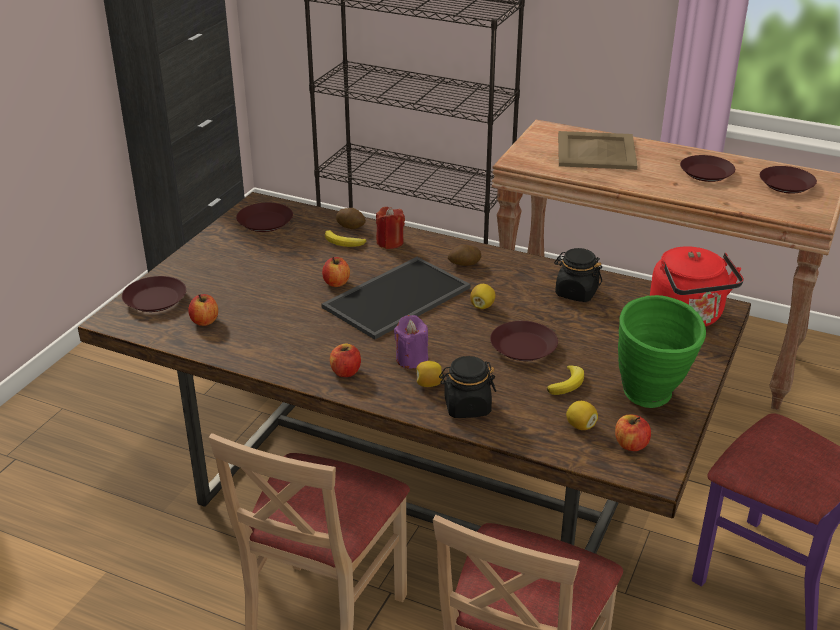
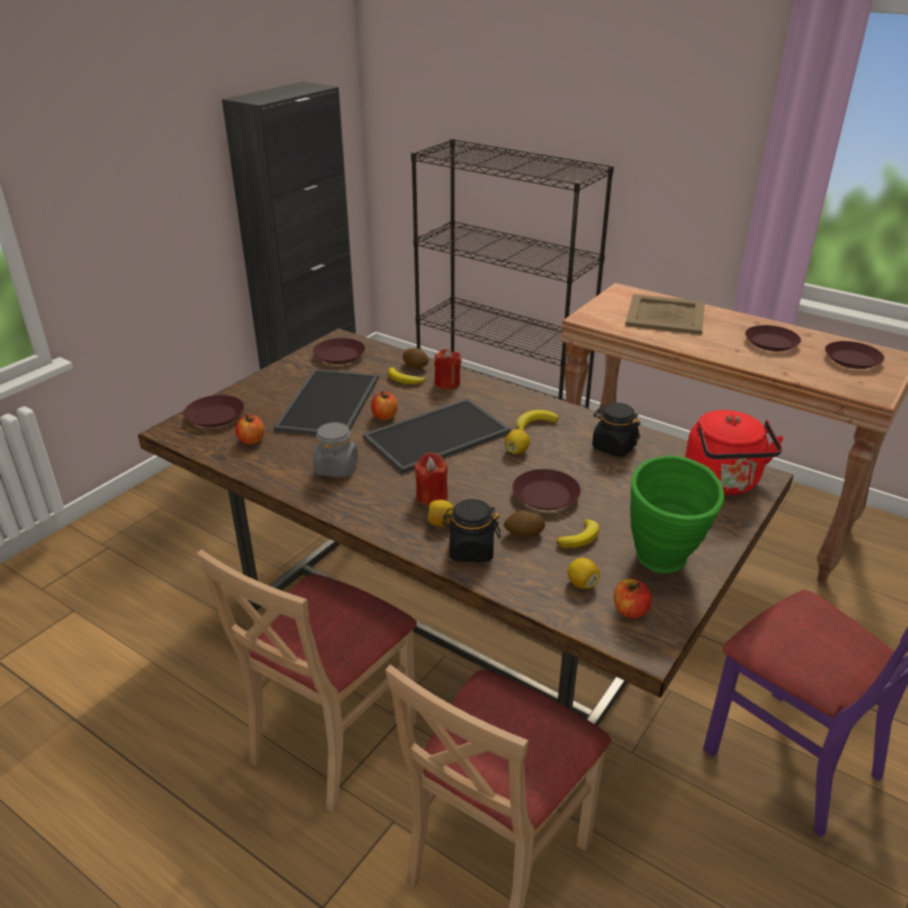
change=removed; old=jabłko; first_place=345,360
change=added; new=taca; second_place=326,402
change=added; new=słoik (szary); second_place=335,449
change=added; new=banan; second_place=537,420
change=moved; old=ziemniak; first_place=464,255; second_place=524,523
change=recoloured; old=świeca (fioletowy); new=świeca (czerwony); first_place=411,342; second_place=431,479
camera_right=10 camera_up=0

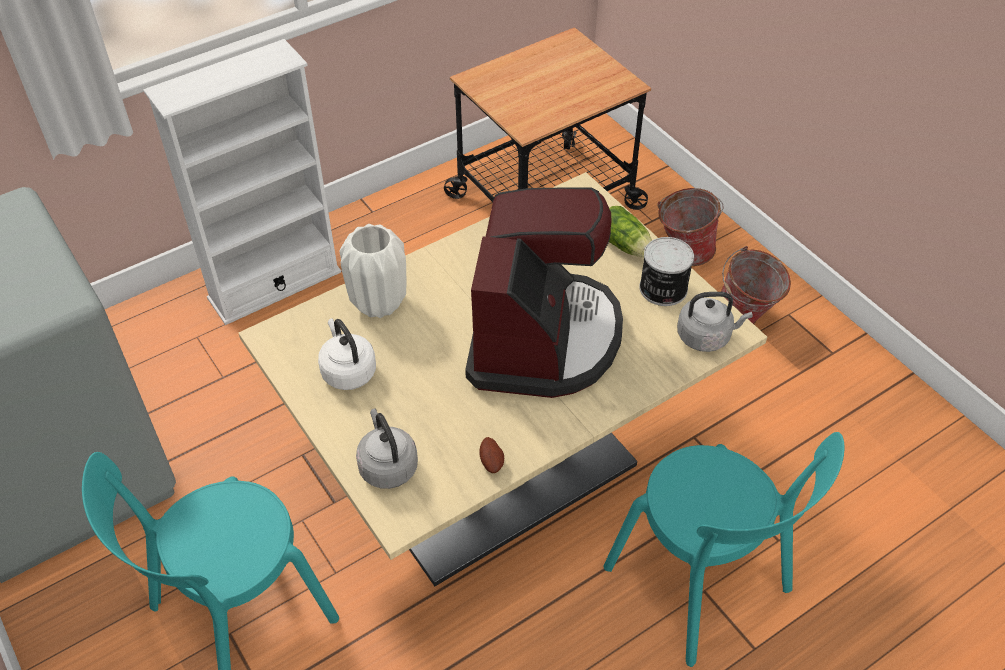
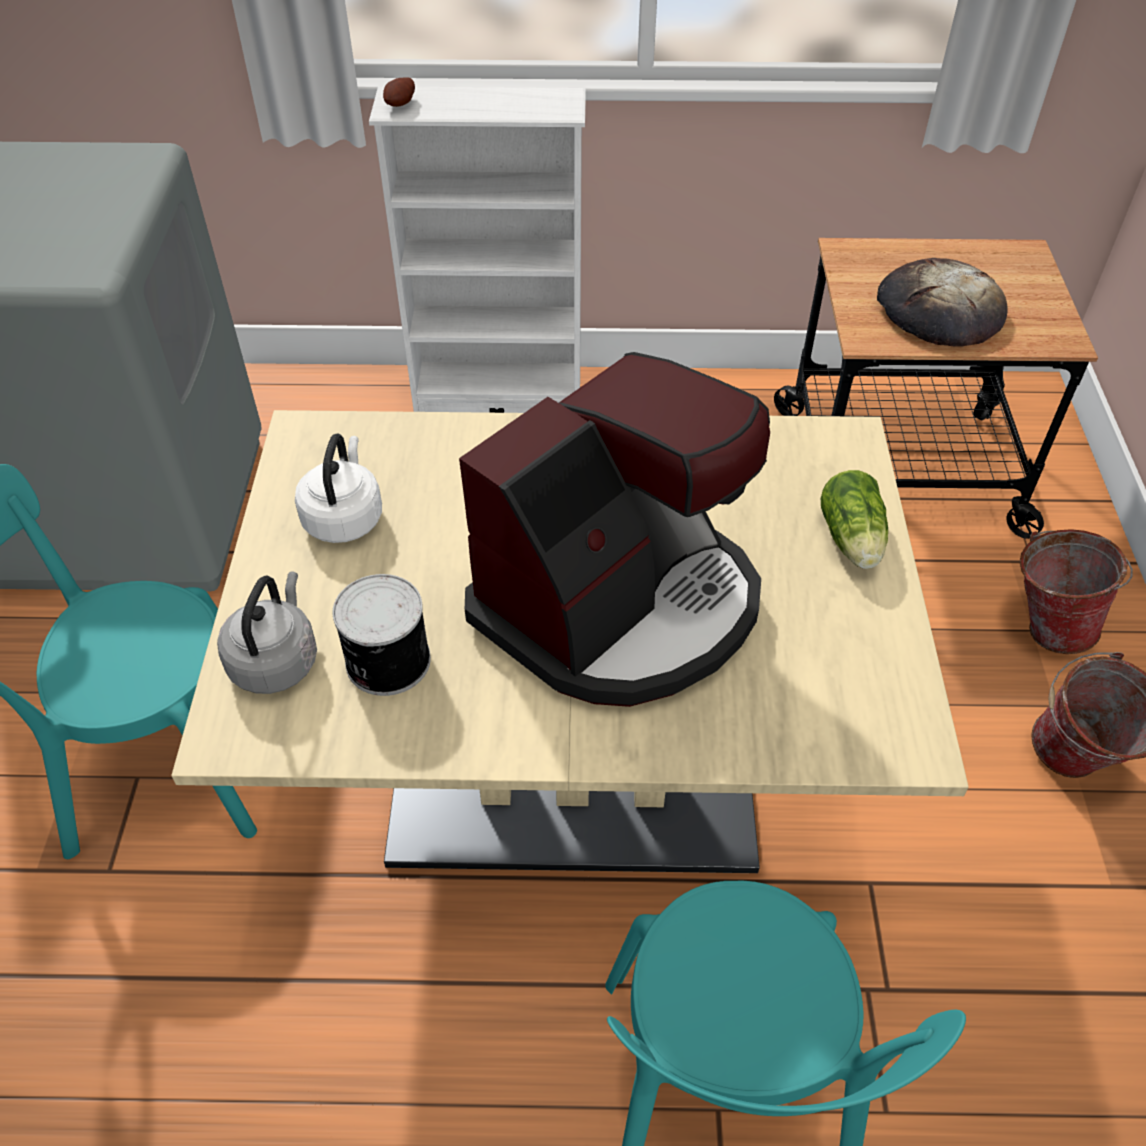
change=removed; old=wazon (biały); first_place=372,271
change=removed; old=czajnik (szary); first_place=715,322
change=added; new=chleb; second_place=942,302
change=moved; old=ziemniak; first_place=491,455; second_place=399,92
change=moved; old=puszka; first_place=666,271; second_place=381,635
camera_right=35 camera_up=0

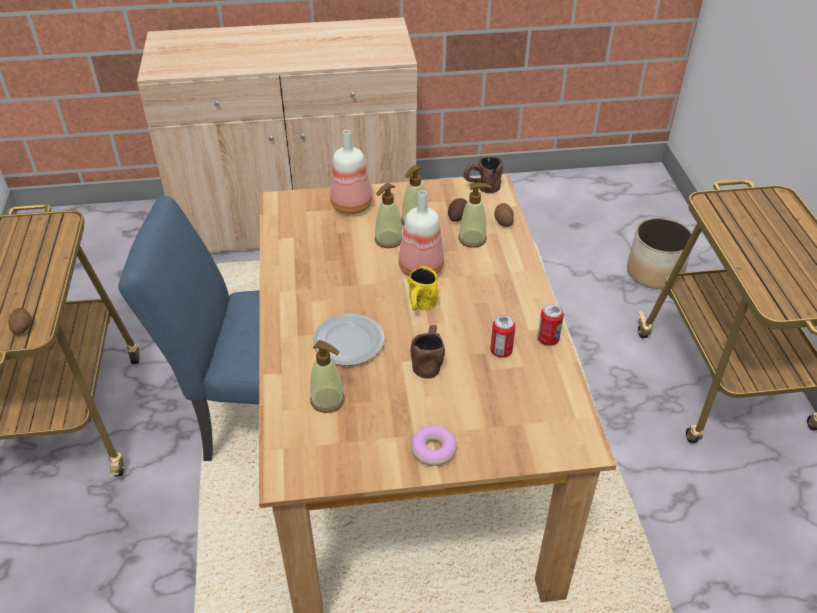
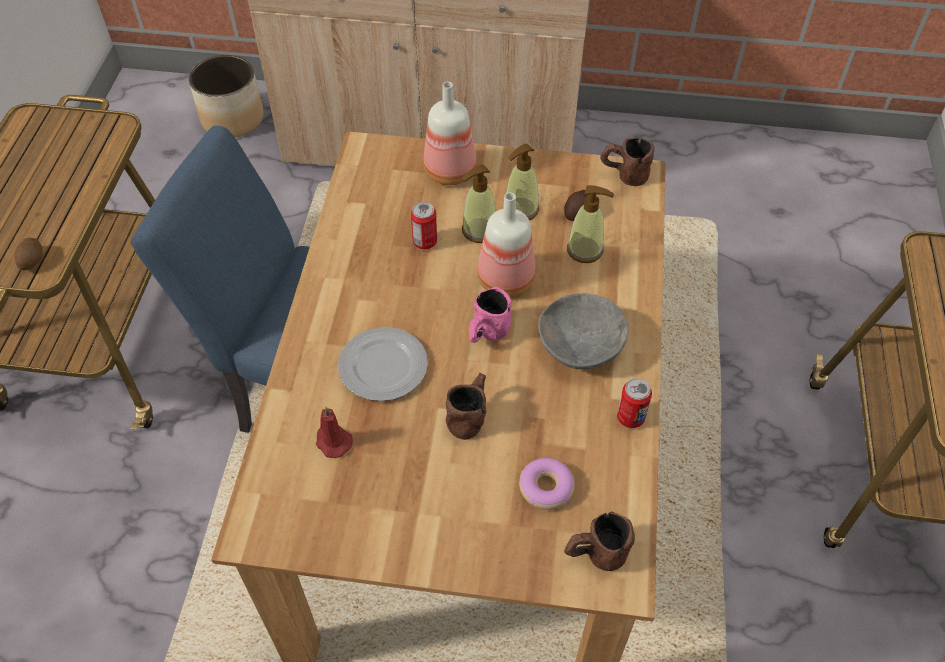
change=removed; old=ziemniak; first_place=504,215
change=added; new=miska (szary); second_place=583,331
change=added; new=kubek (brązowy); second_place=599,541
change=moved; old=donut; first_place=434,445; second_place=547,484
change=moved; old=puszka; first_place=502,336; second_place=424,225
change=moved; old=donica; first_place=659,253; second_place=226,96
change=replaced; old=dozownik mydła; new=świeca (czerwony); first_place=327,376; second_place=334,432
change=recoloured; old=kubek (żółty); new=kubek (różowy); first_place=423,288; second_place=490,315
camera_right=15 camera_up=10

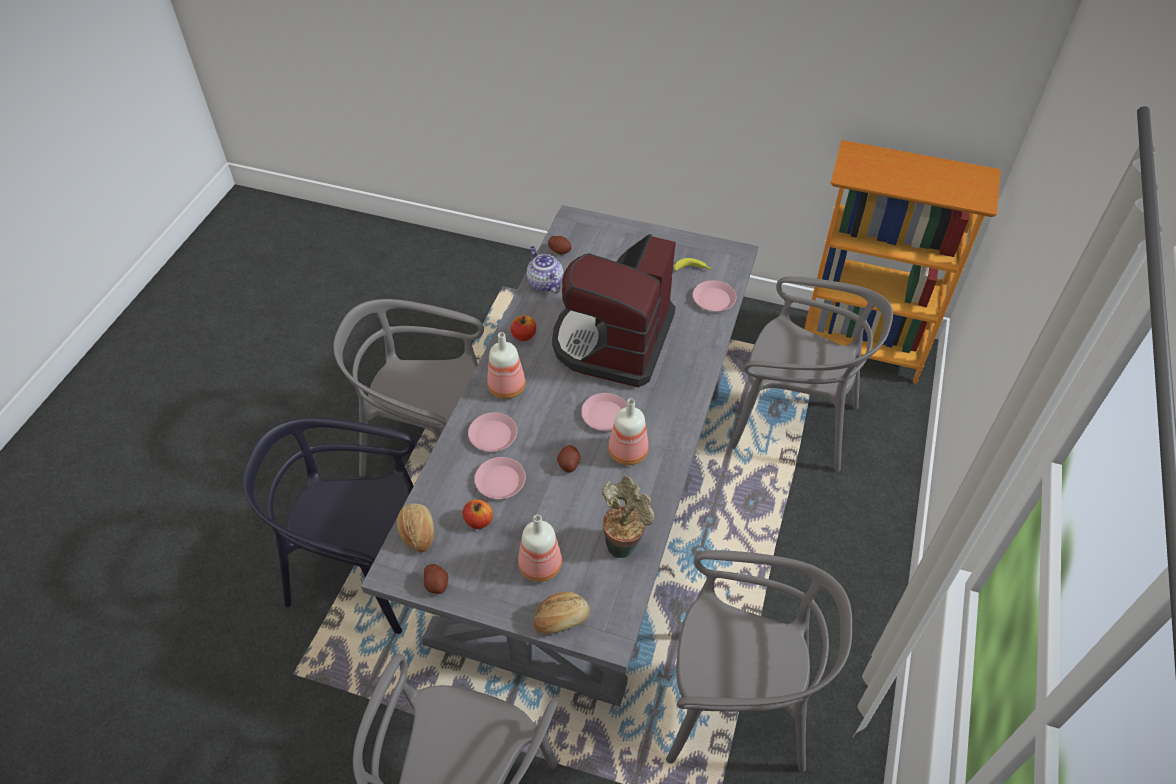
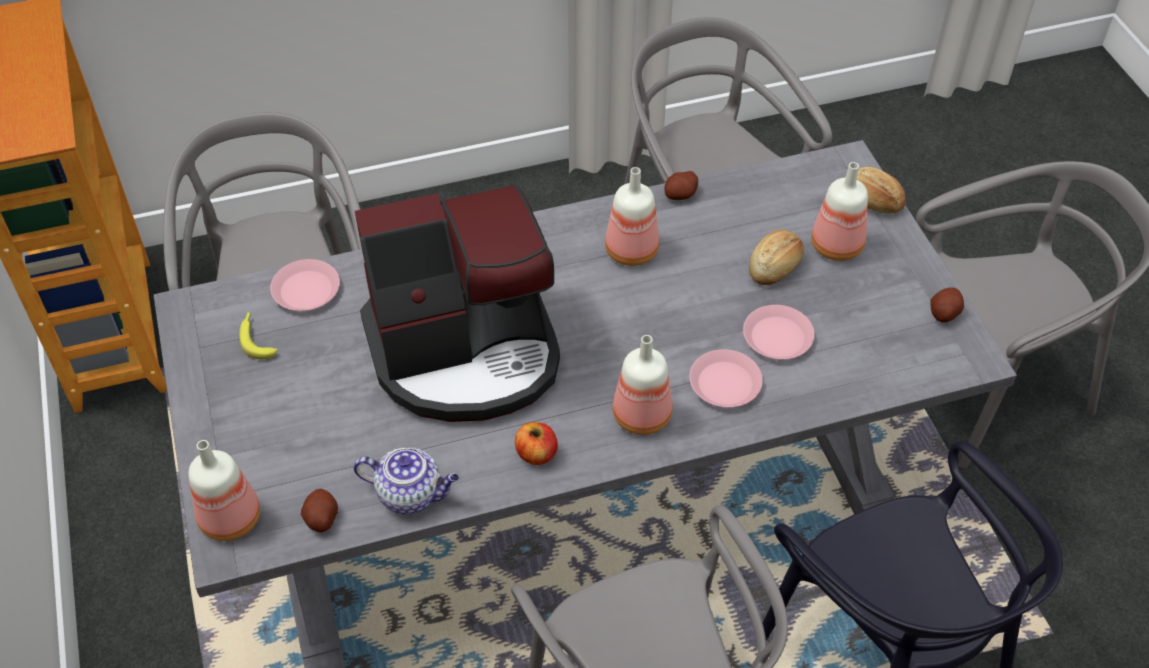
change=removed; old=jabłko; first_place=478,514
change=removed; old=talerz (różowy); first_place=604,412
change=removed; old=roślina doniczkowa; first_place=628,517
change=added; new=butelka; second_place=224,490
change=moved; old=chleb; first_place=415,527; second_place=776,257
change=moved; old=ziemniak; first_place=569,459; second_place=681,185
change=turned; old=imbryk; first_place=545,270; second_place=406,481; degrees=-105
camera_right=-125 camera_up=0

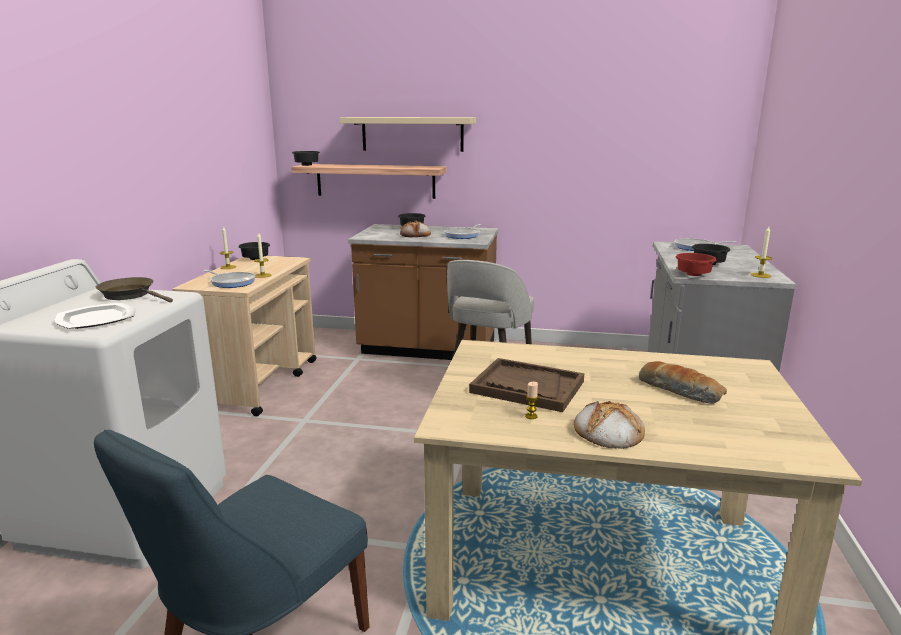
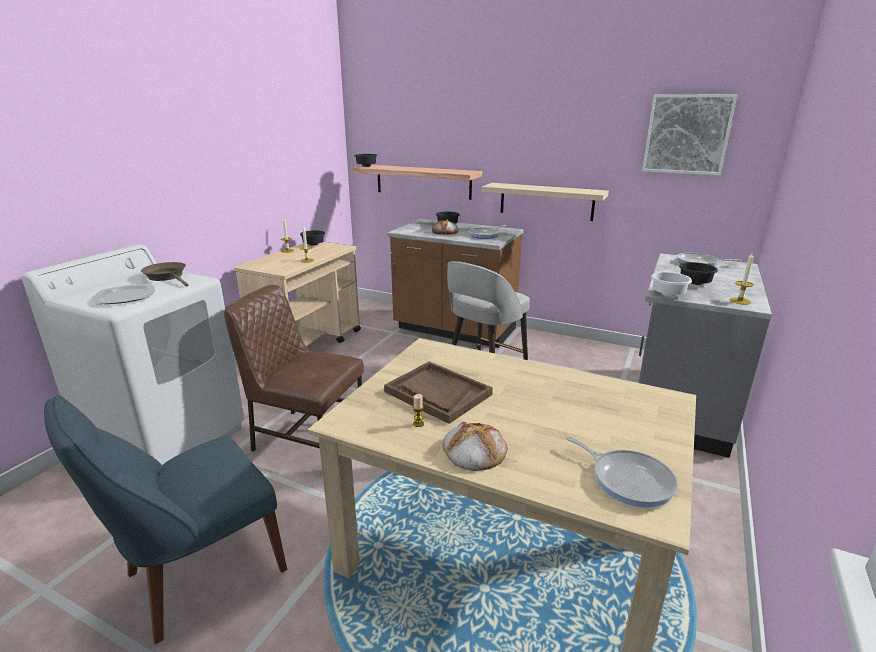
change=removed; old=chleb; first_place=683,382
change=added; new=krzesło (brązowy); second_place=294,368
change=added; new=obraz; second_place=690,135
change=moved; old=patelnia; first_place=229,279; second_place=622,472
change=moved; old=półka (beżowy); first_place=407,134; second_place=545,202
change=recoloured; old=miska (czerwony); new=miska (biały); first_place=696,264; second_place=671,284
camera_right=15 camera_up=5

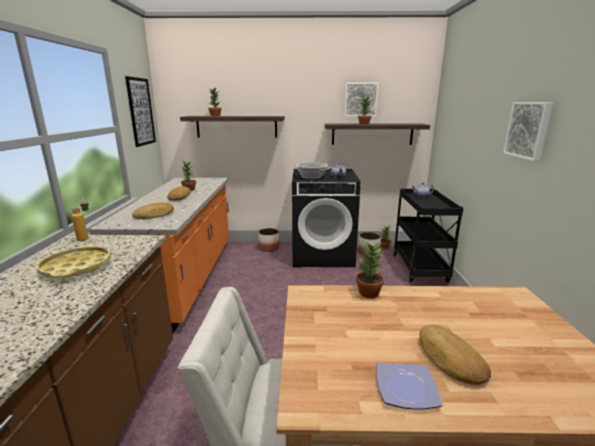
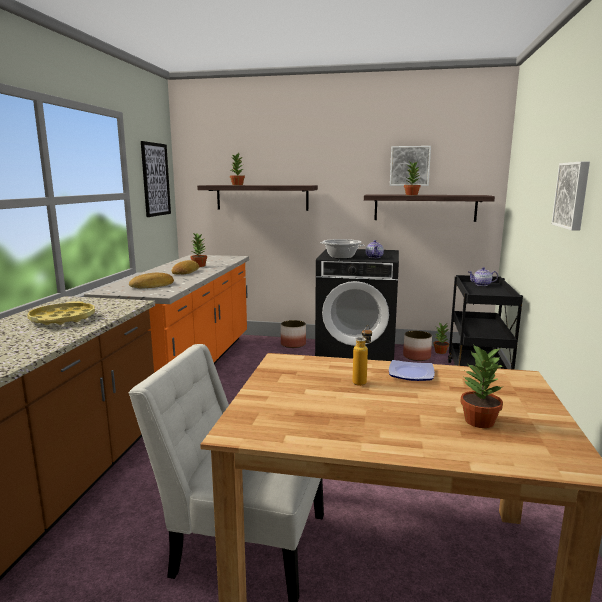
change=removed; old=chleb; first_place=455,354
change=moved; old=butelka; first_place=80,219; second_place=362,355
change=moved; old=roślina doniczkowa; first_place=370,269; second_place=481,386
change=moved; old=talerz; first_place=409,386; second_place=412,370
camera_right=10 camera_up=-5

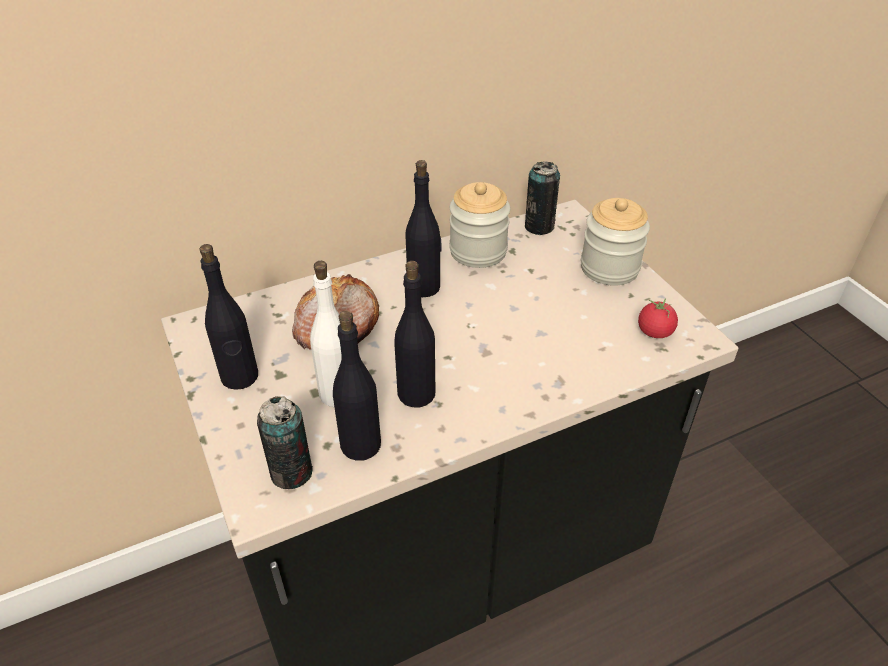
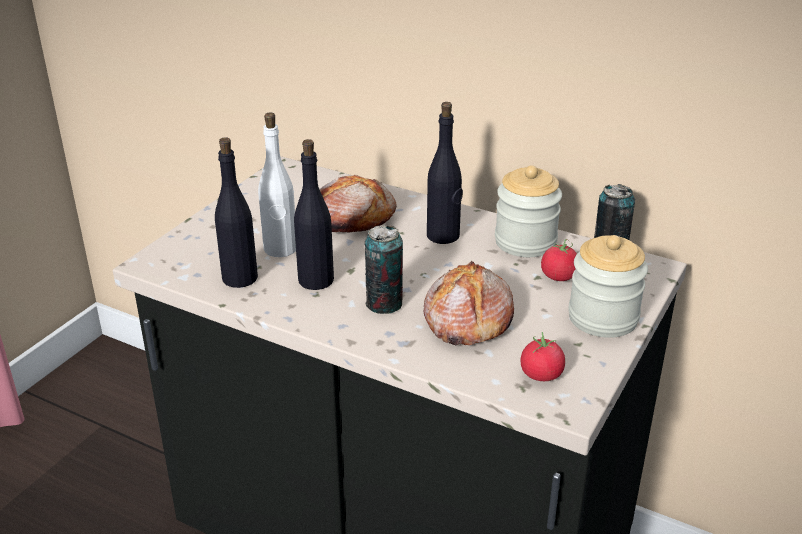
change=removed; old=butelka (czarny); first_place=229,317
change=added; new=chleb; second_place=469,303
change=added; new=pomidor; second_place=559,260
change=moved; old=puszka; first_place=285,442; second_place=383,269
camera_right=55 camera_up=-10

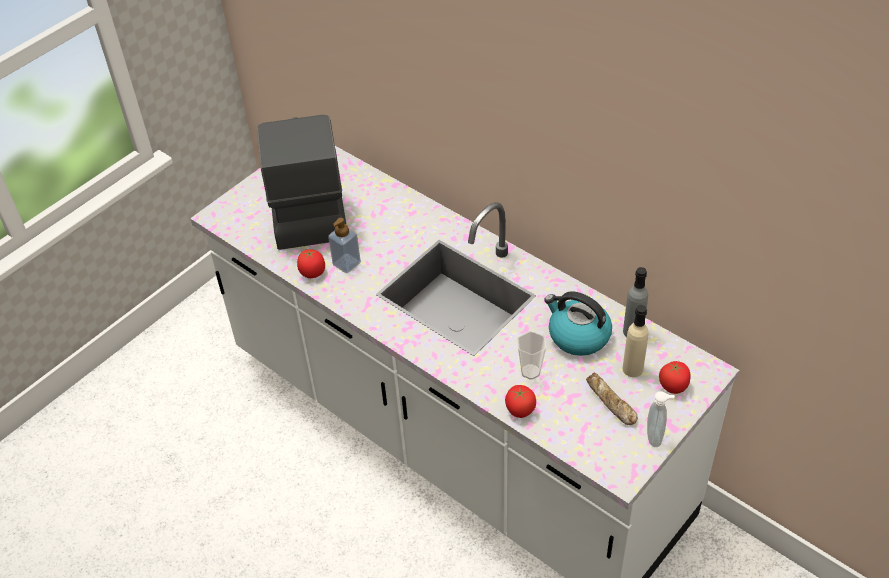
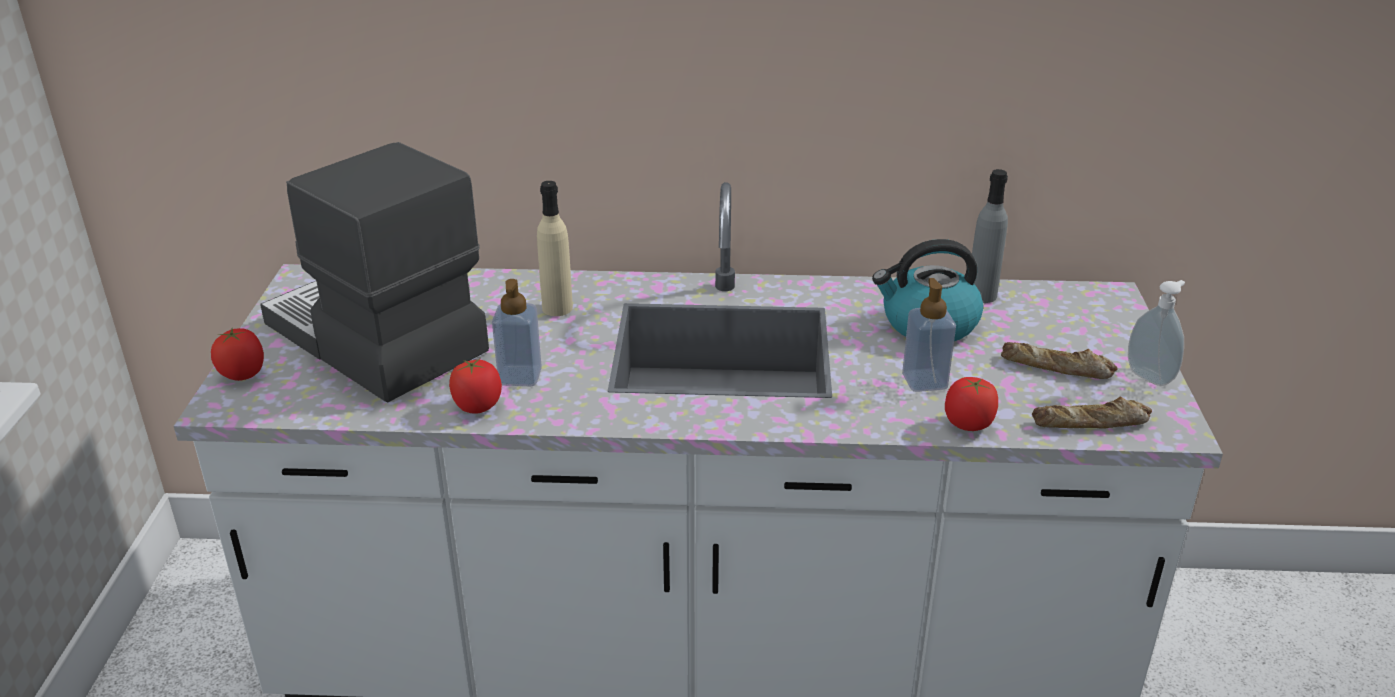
change=added; new=chleb; second_place=1092,412
change=moved; old=butelka (beżowy); first_place=635,341; second_place=555,248
change=moved; old=pomidor; first_place=675,377; second_place=237,354
change=replaced; old=filiżanka; new=dozownik mydła; first_place=531,355; second_place=929,335
camera_right=-40 camera_up=-15

